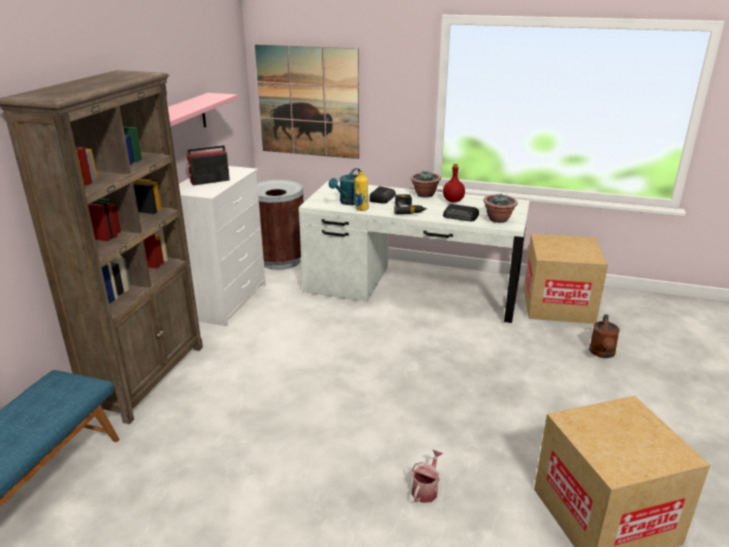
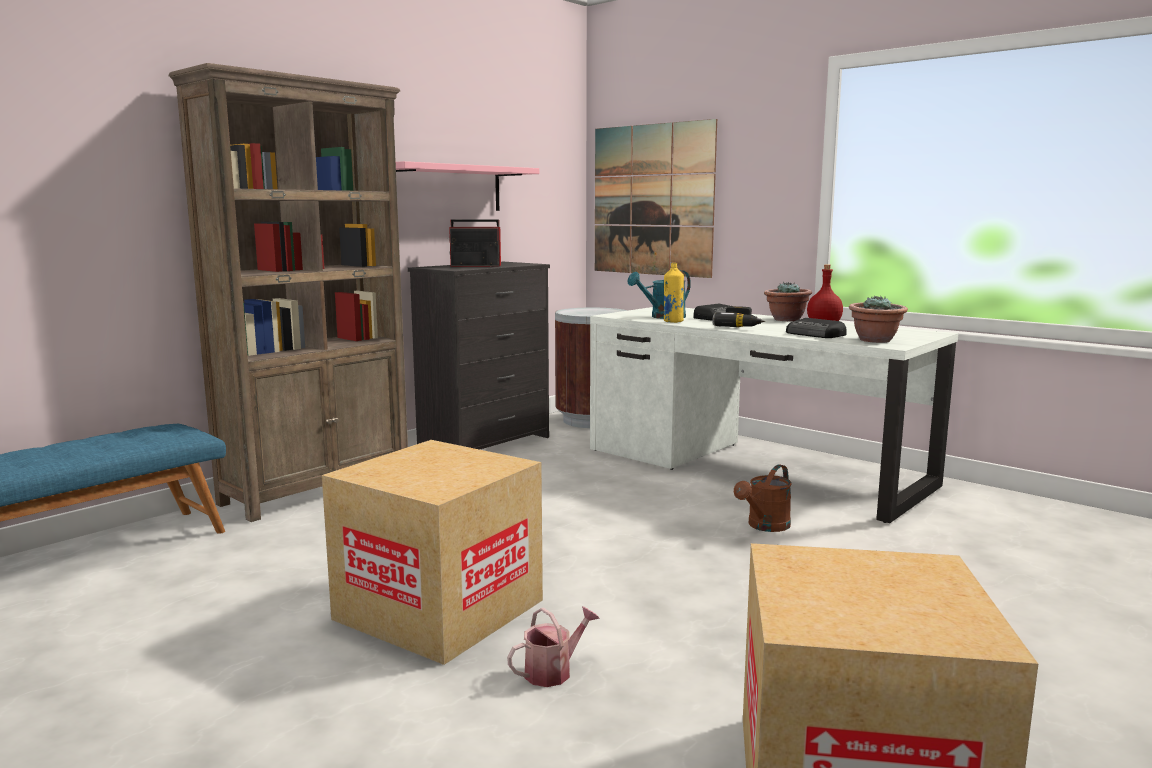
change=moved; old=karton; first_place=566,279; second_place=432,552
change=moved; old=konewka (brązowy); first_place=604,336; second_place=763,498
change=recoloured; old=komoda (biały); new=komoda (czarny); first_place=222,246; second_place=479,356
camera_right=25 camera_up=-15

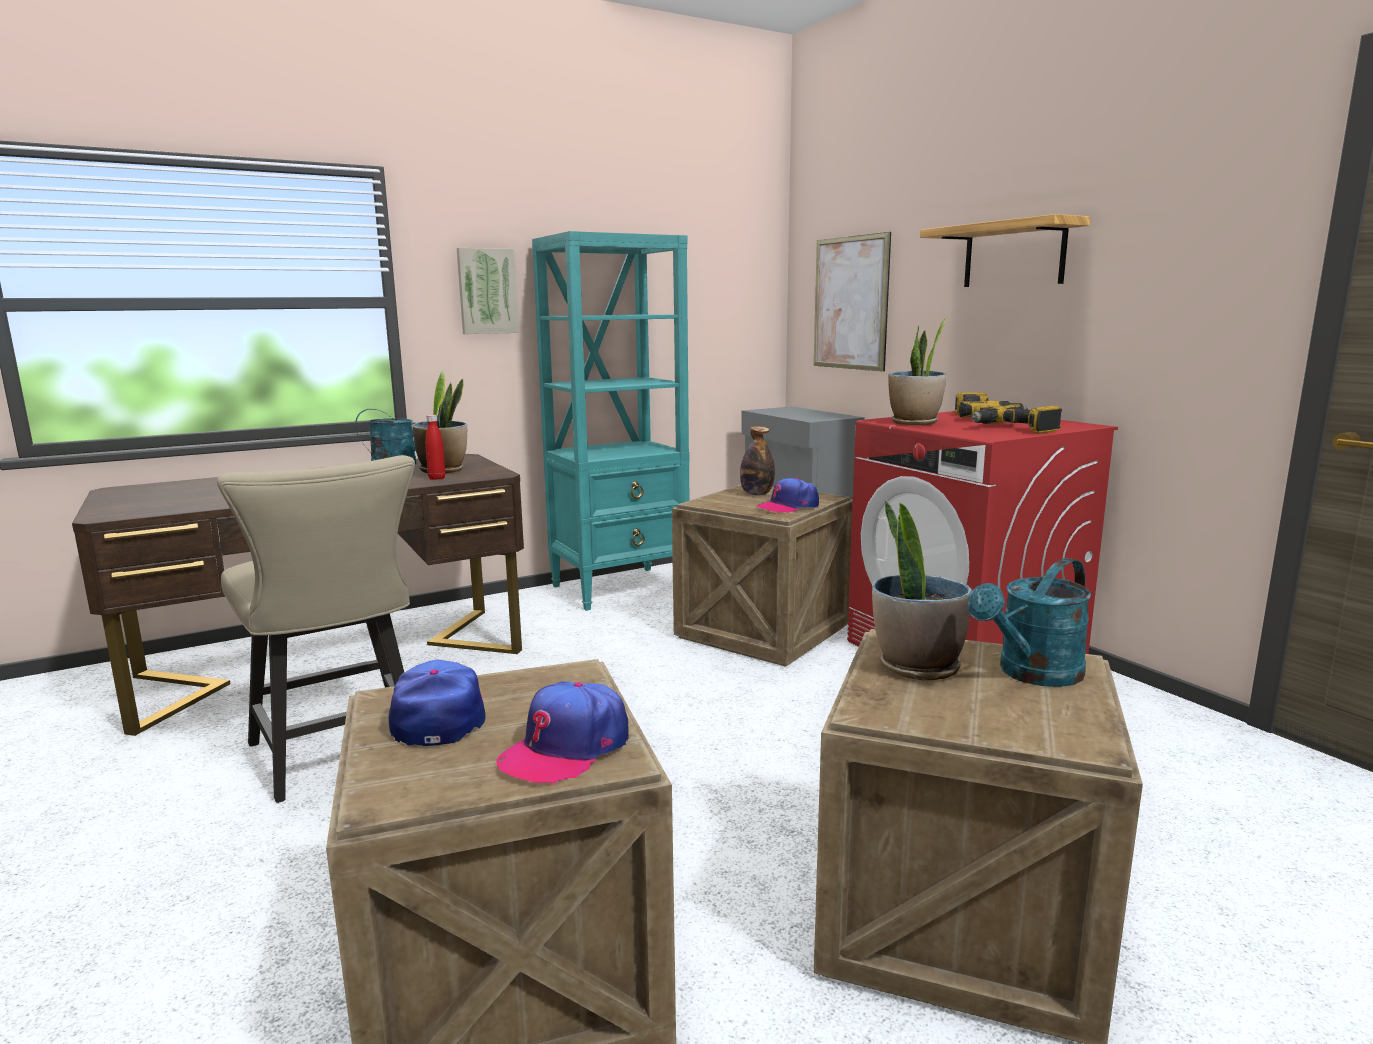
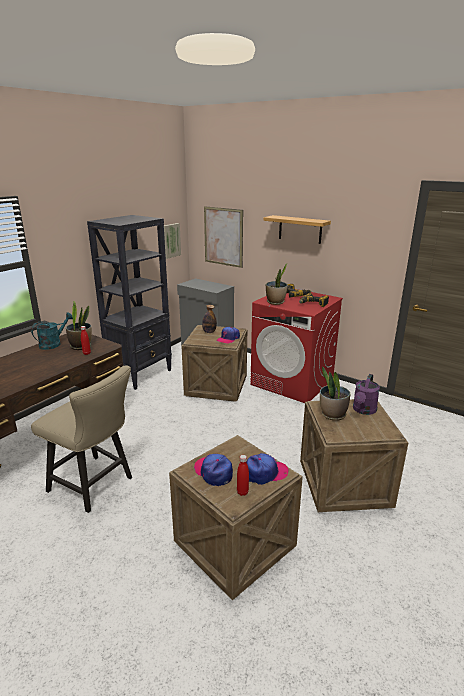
change=added; new=butelka (czerwony); second_place=243,475
change=moved; old=obraz; first_place=488,291; second_place=172,241
change=recoloured; old=regał (turkusowy); new=regał (czarny); first_place=611,421; second_place=129,302
change=recoloured; old=konewka (turkusowy); new=konewka (fioletowy); first_place=1029,622; second_place=366,394
change=turned; old=czapka z daszkiem; first_place=562,733; second_place=267,469; degrees=-120
camera_right=-25 camera_up=10

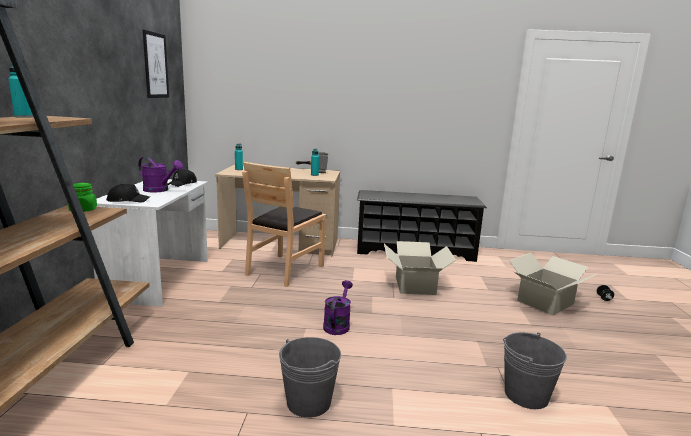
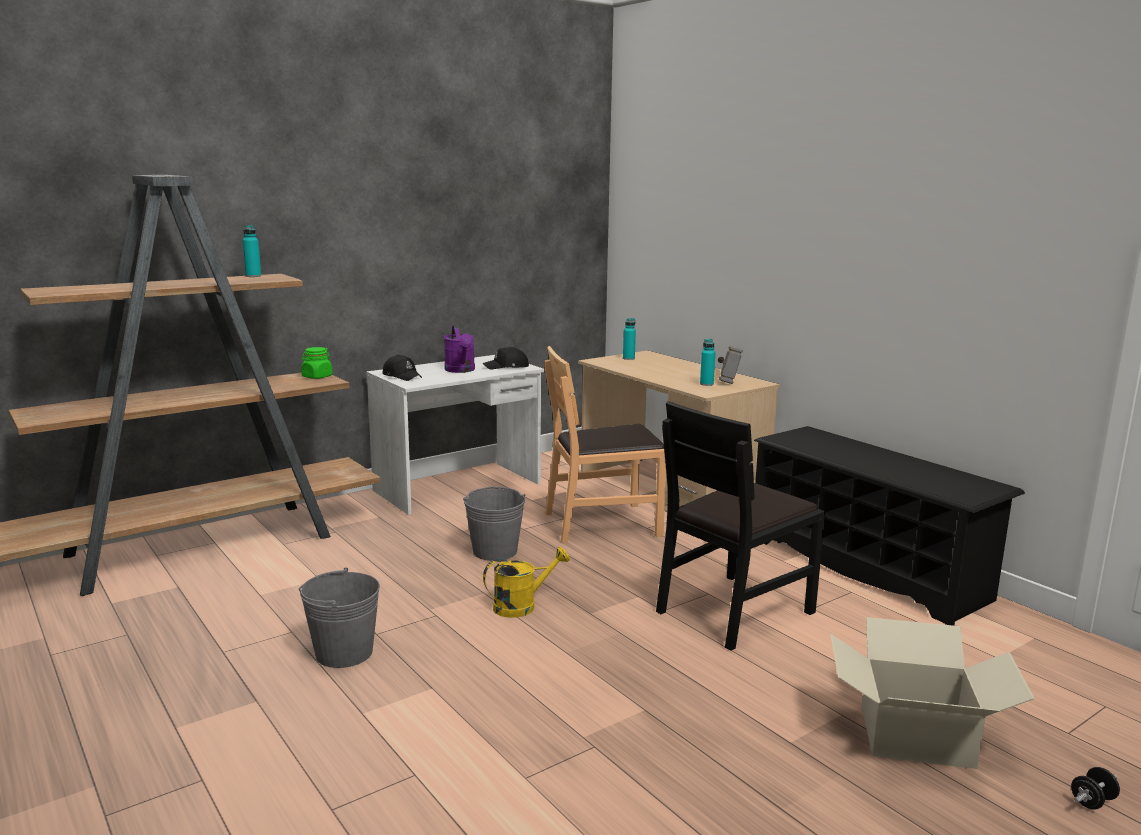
change=removed; old=obraz; first_place=156,64
change=moved; old=wiadro (szary); first_place=535,370; second_place=494,524
change=replaced; old=karton; new=krzesło (czarny); first_place=420,268; second_place=740,526
change=recoloured; old=konewka (fioletowy); new=konewka (żółty); first_place=338,307; second_place=526,582
camera_right=50 camera_up=0

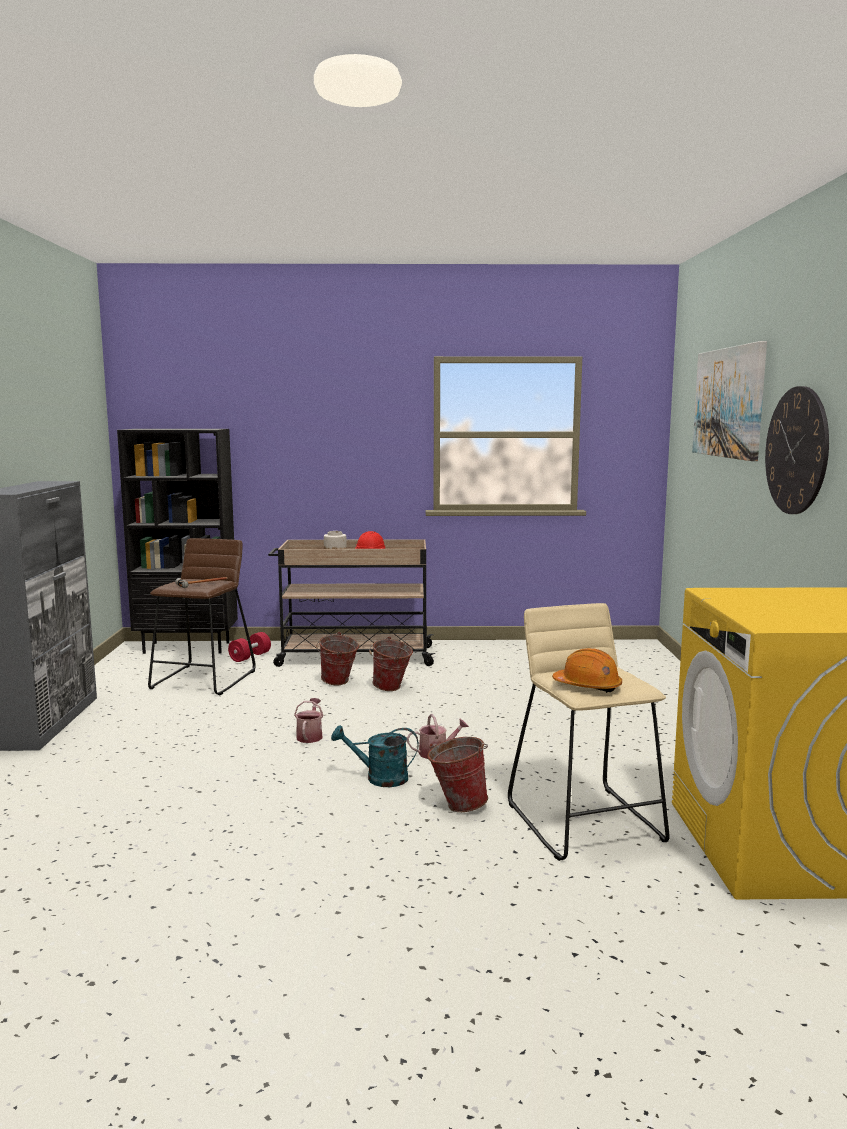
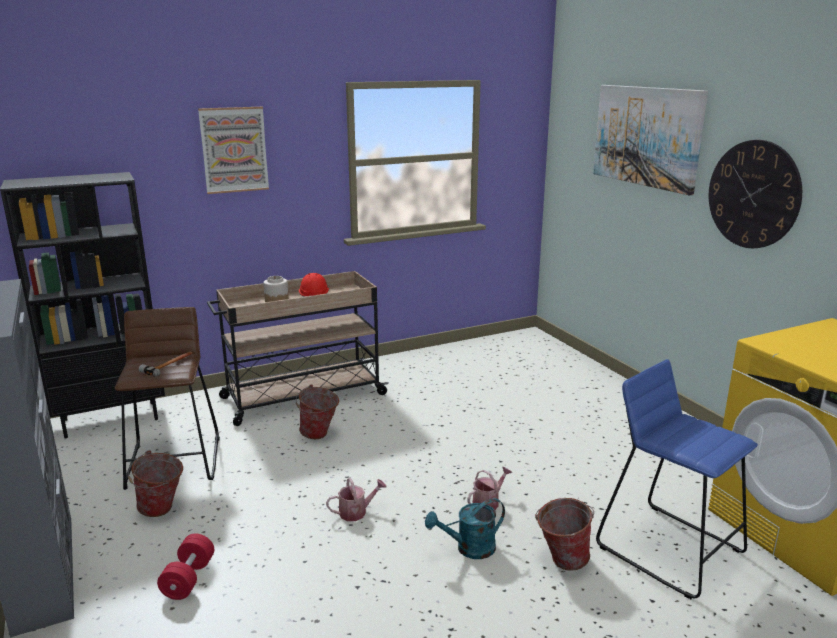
change=removed; old=kask (pomarańczowy); first_place=587,670
change=added; new=obraz; second_place=233,150
change=moved; old=hantel (czerwony); first_place=249,647; second_place=185,567
change=moved; old=wiadro; first_place=391,663; second_place=155,483
change=recoloured; old=stołek (beżowy); new=stołek (niebieski); first_place=589,732; second_place=677,479
change=turned; old=konewka; first_place=309,720; second_place=356,499; degrees=90
camera_right=-25 camera_up=10

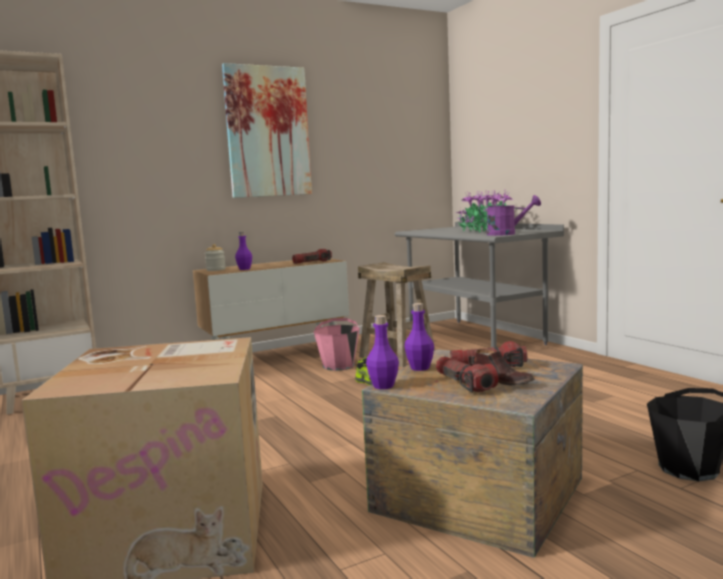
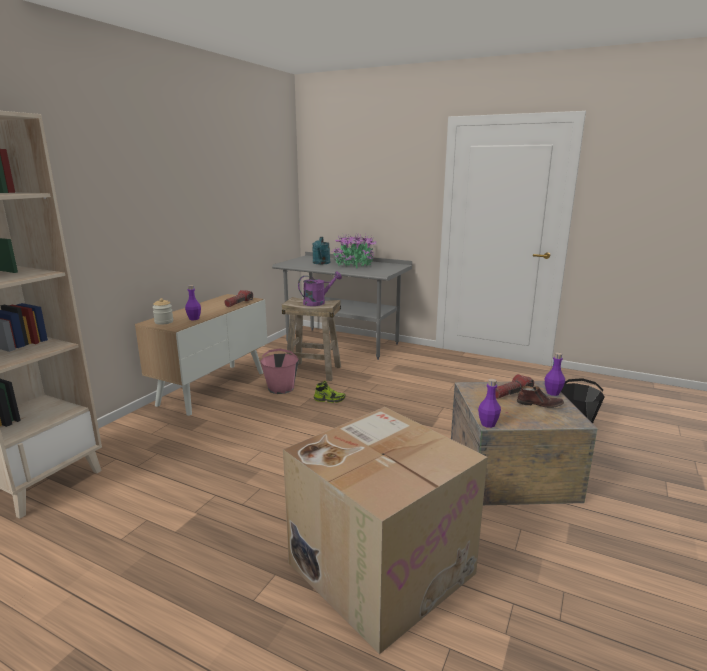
change=removed; old=obraz; first_place=267,130
change=removed; old=latarka; first_place=467,374
change=added; new=konewka (turkusowy); second_place=321,251
change=moved; old=butelka (fioletowy); first_place=419,337; second_place=555,374
change=moved; old=konewka (fioletowy); first_place=510,215; second_place=320,288
camera_right=-35 camera_up=10

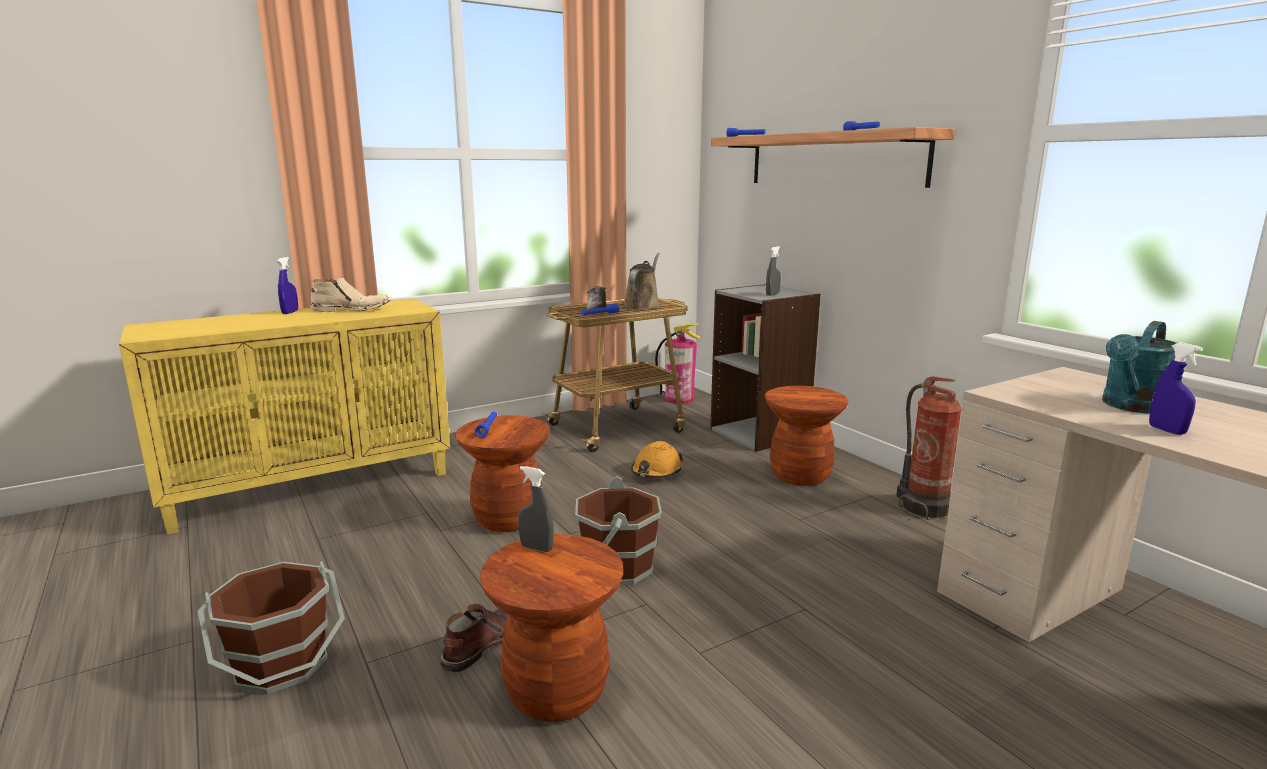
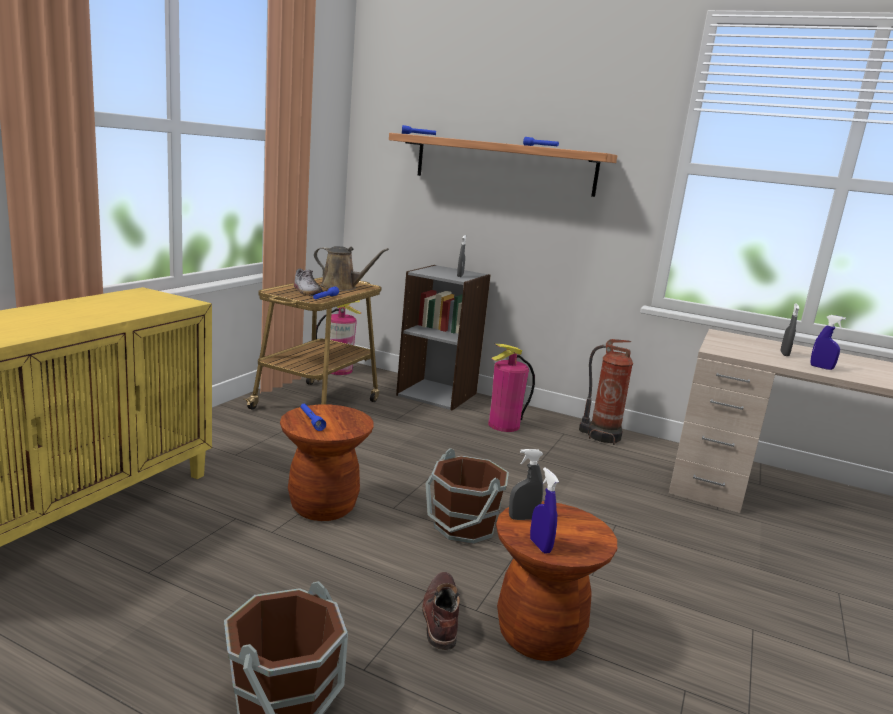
change=removed; old=but z cholewką (beżowy); first_place=350,294
change=removed; old=kask (pomarańczowy); first_place=657,459
change=moved; old=spryskiwacz (niebieski); first_place=287,285; second_place=544,510
change=replaced; old=stołek (brązowy); new=gaśnica; first_place=806,436; second_place=511,388
change=replaced; old=konewka (turkusowy); new=spryskiwacz (szary); first_place=1139,367; second_place=789,329
change=turned; old=konewka (brązowy); first_place=641,282; second_place=351,268; degrees=120
camera_right=-35 camera_up=0

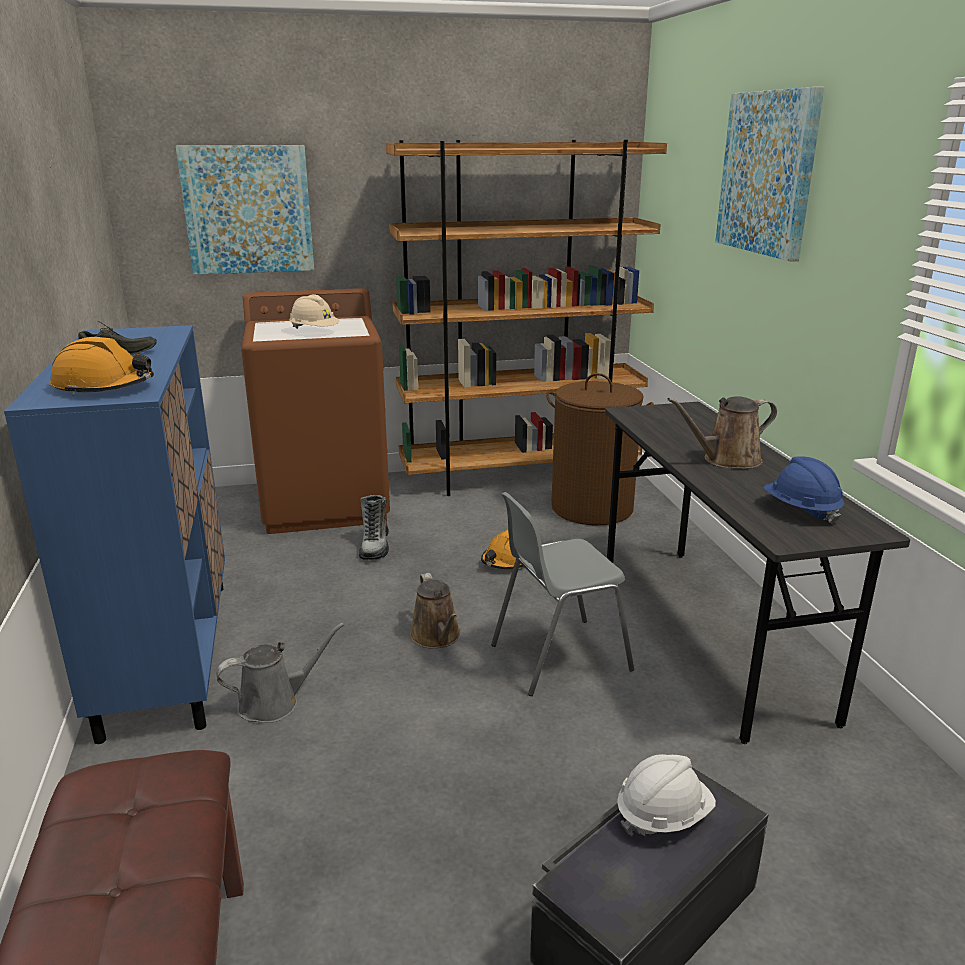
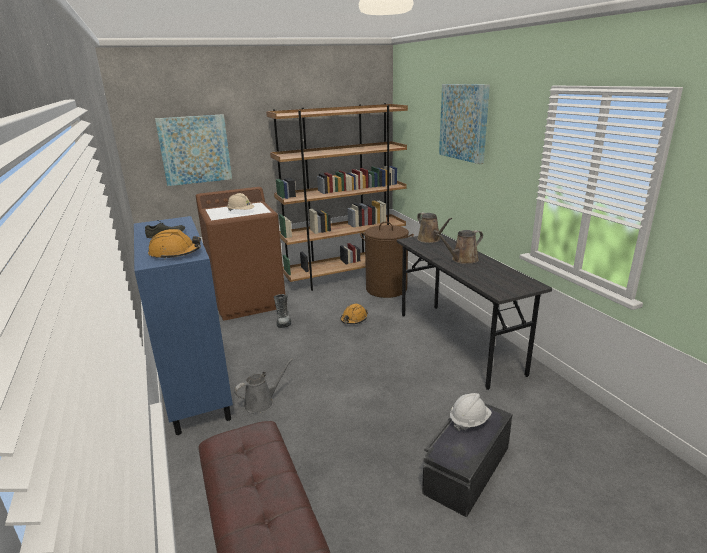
change=removed; old=krzesło (szary); first_place=562,594
change=removed; old=kask (niebieski); first_place=803,490
change=moved; old=konewka (brązowy); first_place=435,611; second_place=434,227
camera_right=-10 camera_up=0

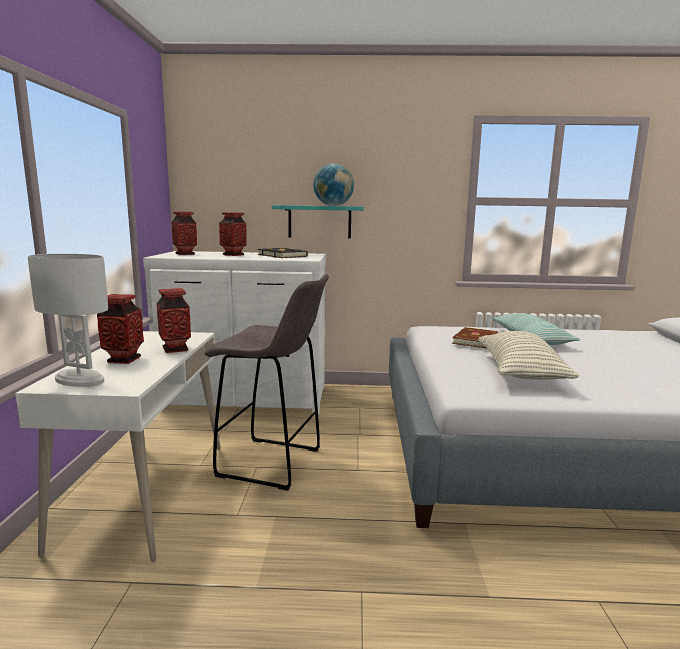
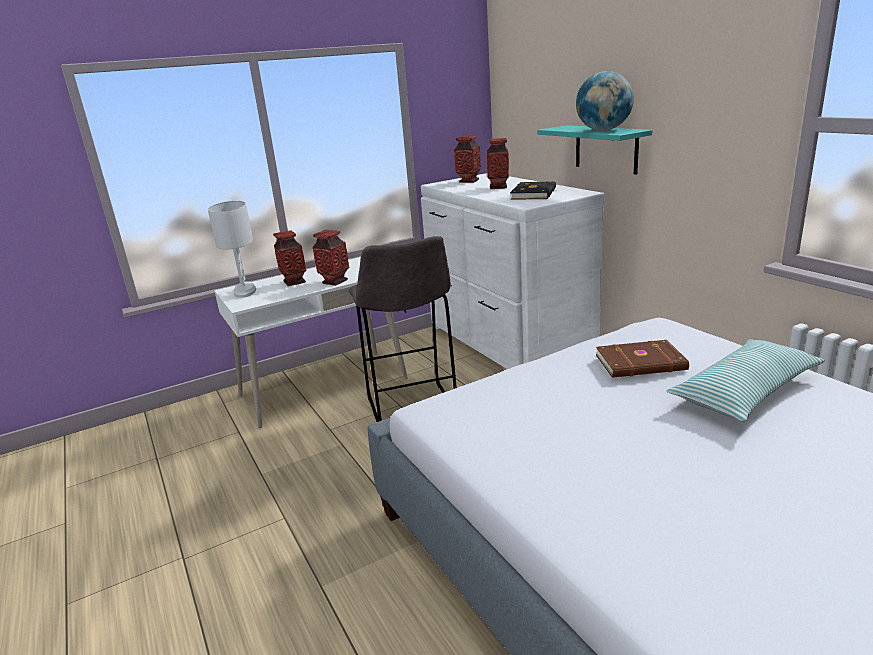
change=removed; old=poduszka; first_place=528,355
camera_right=60 camera_up=10

